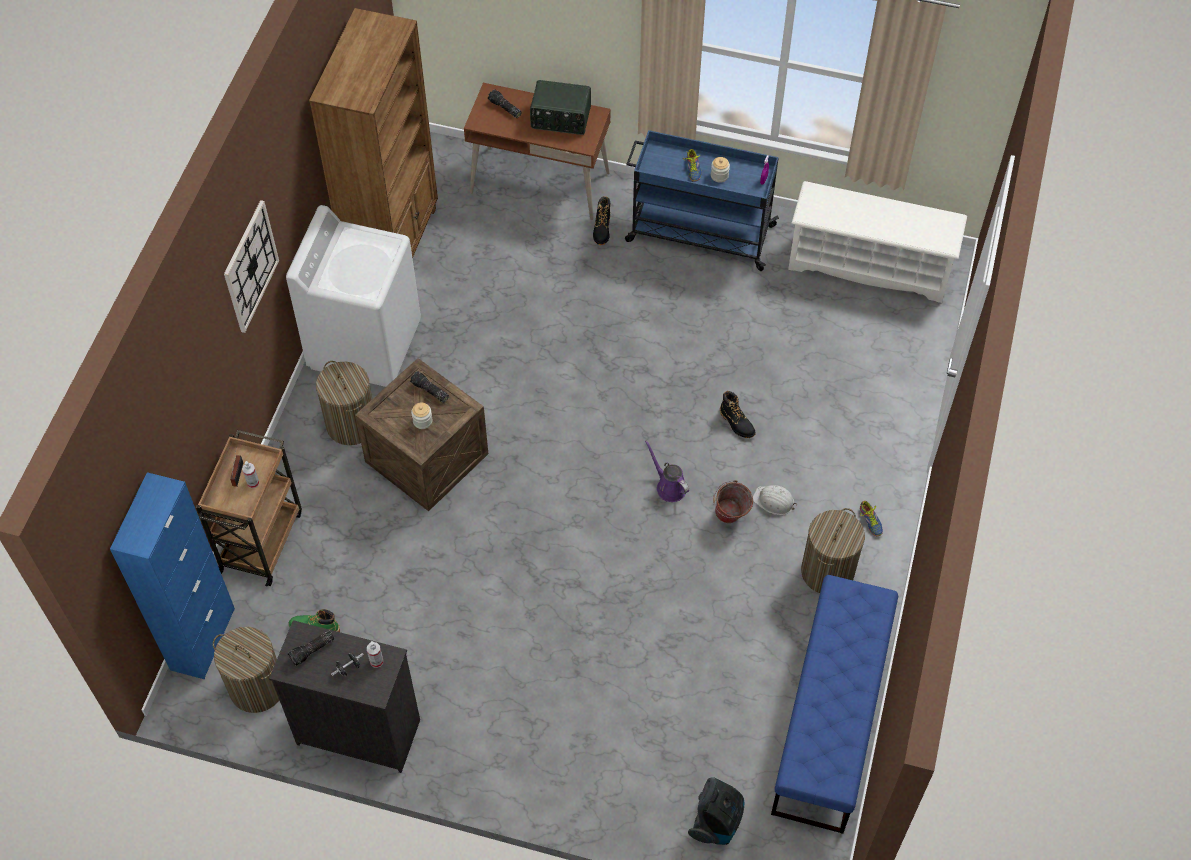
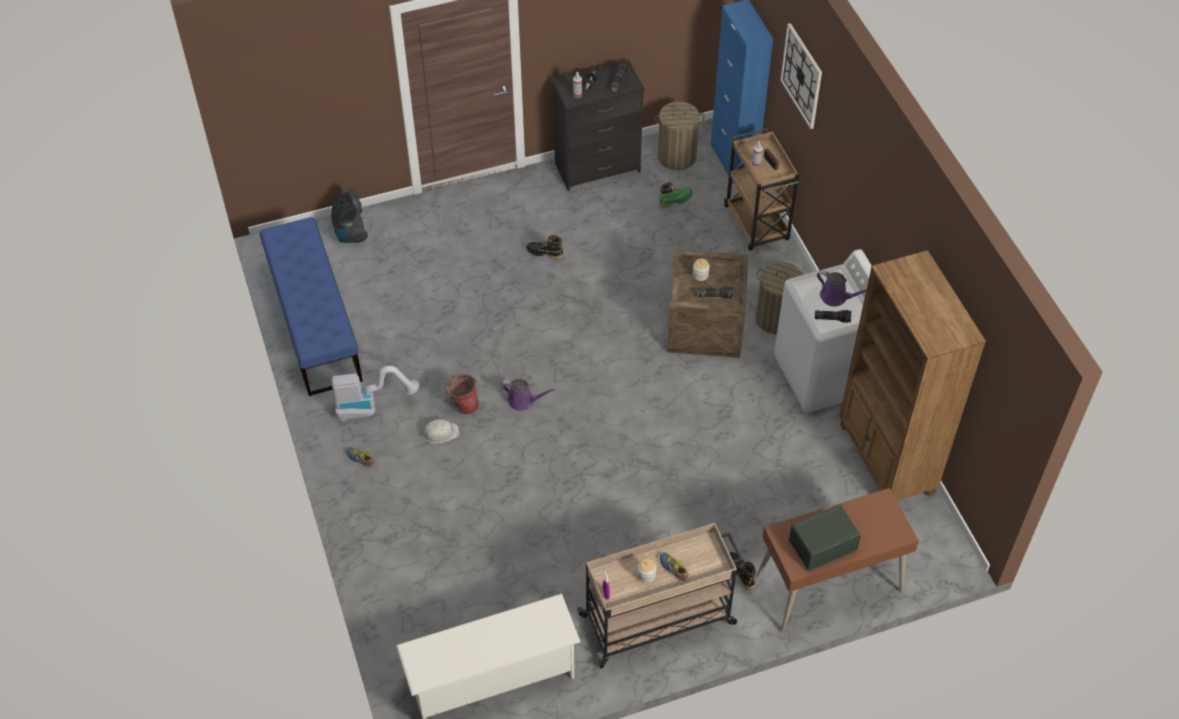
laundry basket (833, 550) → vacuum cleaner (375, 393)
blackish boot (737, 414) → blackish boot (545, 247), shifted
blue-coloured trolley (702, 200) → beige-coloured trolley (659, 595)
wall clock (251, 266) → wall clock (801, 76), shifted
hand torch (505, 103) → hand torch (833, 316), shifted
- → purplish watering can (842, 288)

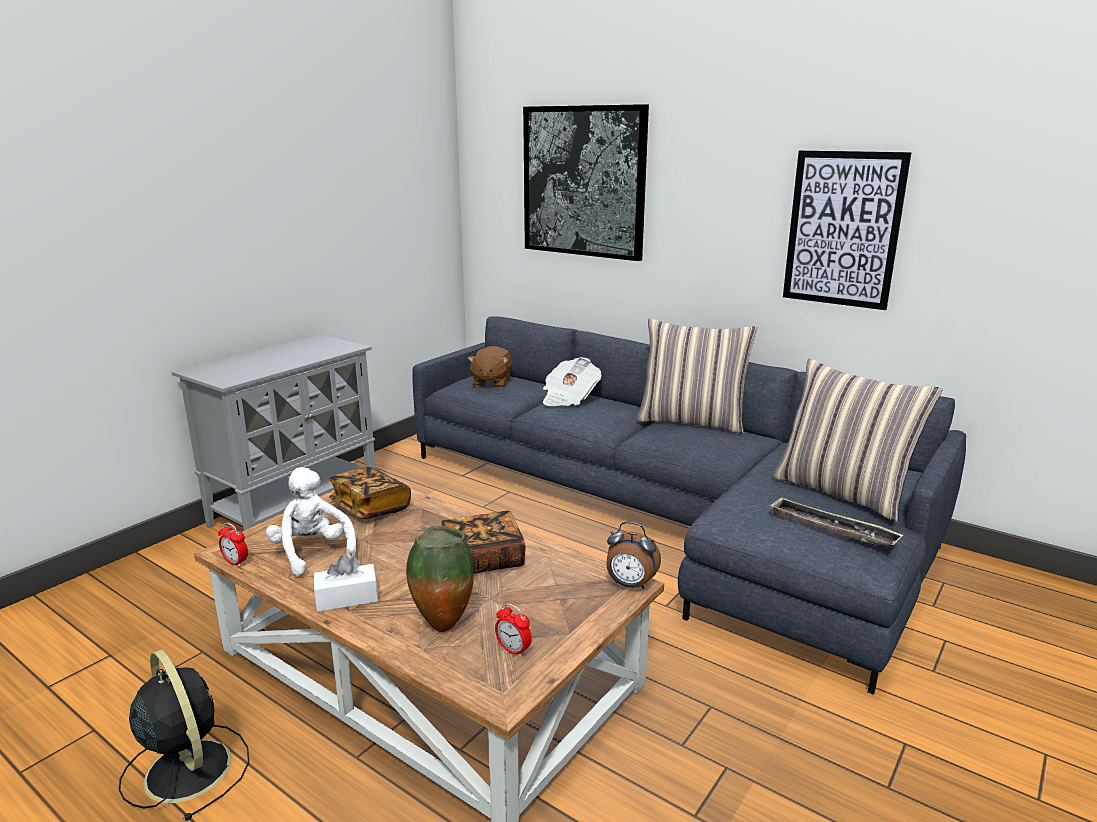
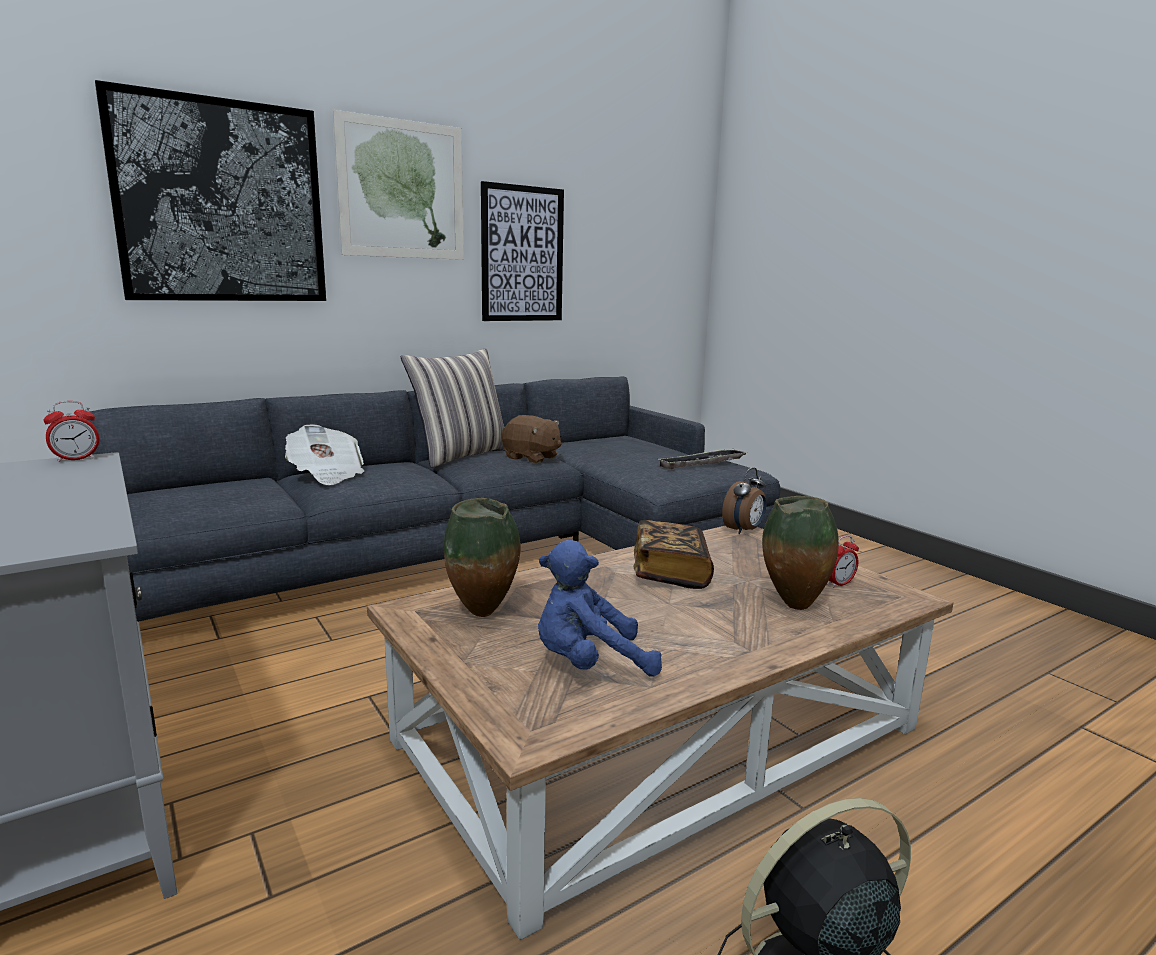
table clock (233, 545) → table clock (71, 431), shifted
- → picture (398, 185)
volume (370, 493) → flower vase (482, 557)
brown soft toy (490, 367) → brown soft toy (532, 439), shifted
whitish soft toy (311, 521) → blue-coloured soft toy (600, 608)
whitish box of tissues (346, 583) → -
throw pillow (857, 440) → -

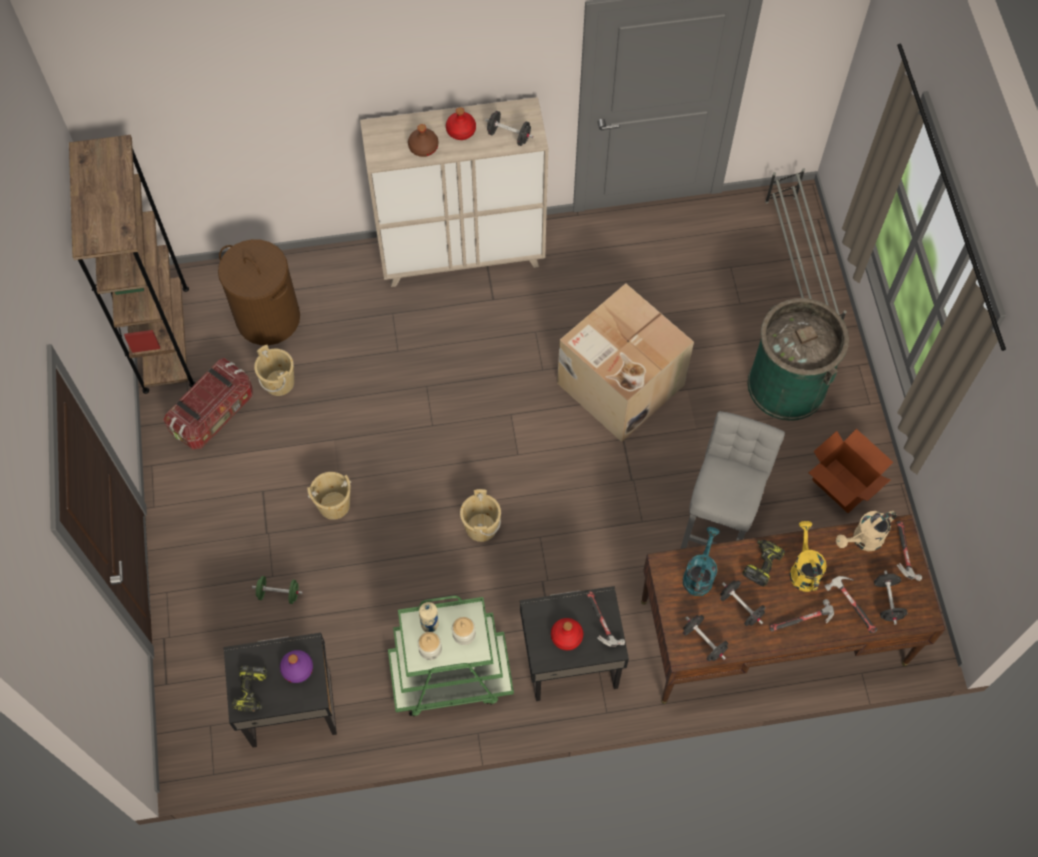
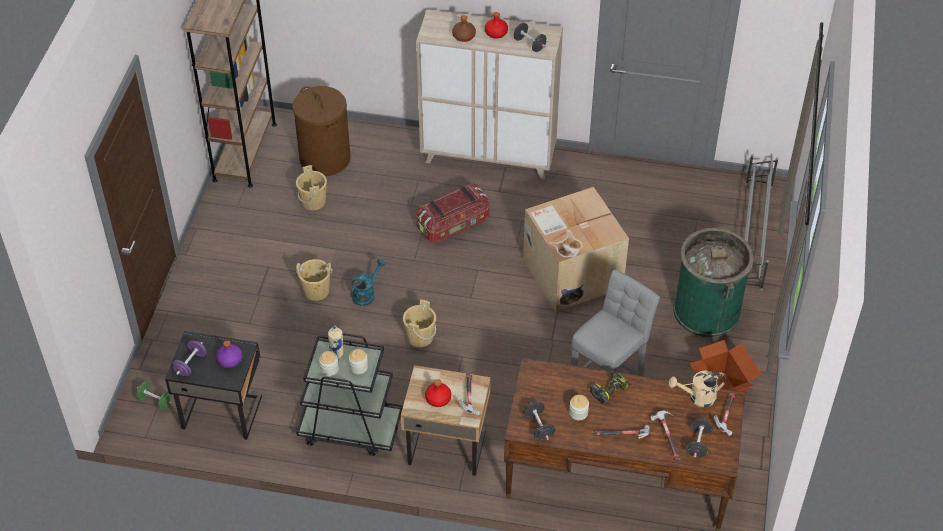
green free weight (277, 590) → green free weight (154, 395), shifted
electric drill (249, 688) → purplish free weight (189, 358)
green trolley (451, 656) → blackish trolley (349, 394)
turquoise watering can (701, 561) → turquoise watering can (368, 282), shifted
blackish bedside table (574, 643) → beige-coloured bedside table (446, 420)
storage box (208, 404) → storage box (452, 213), shifted
blackish free weight (742, 603) → preserve jar (579, 408)
yellowish watering can (808, 556) → -

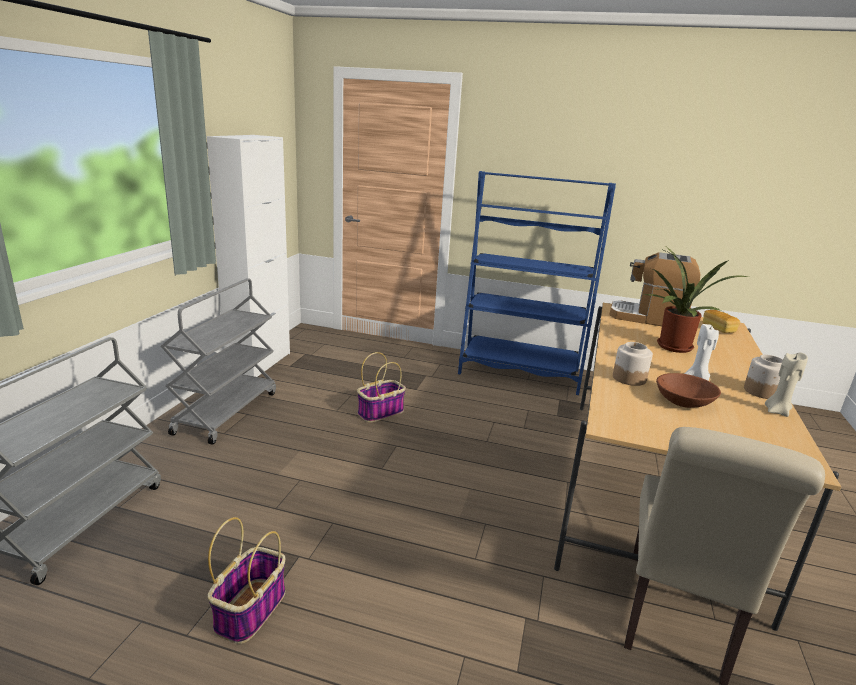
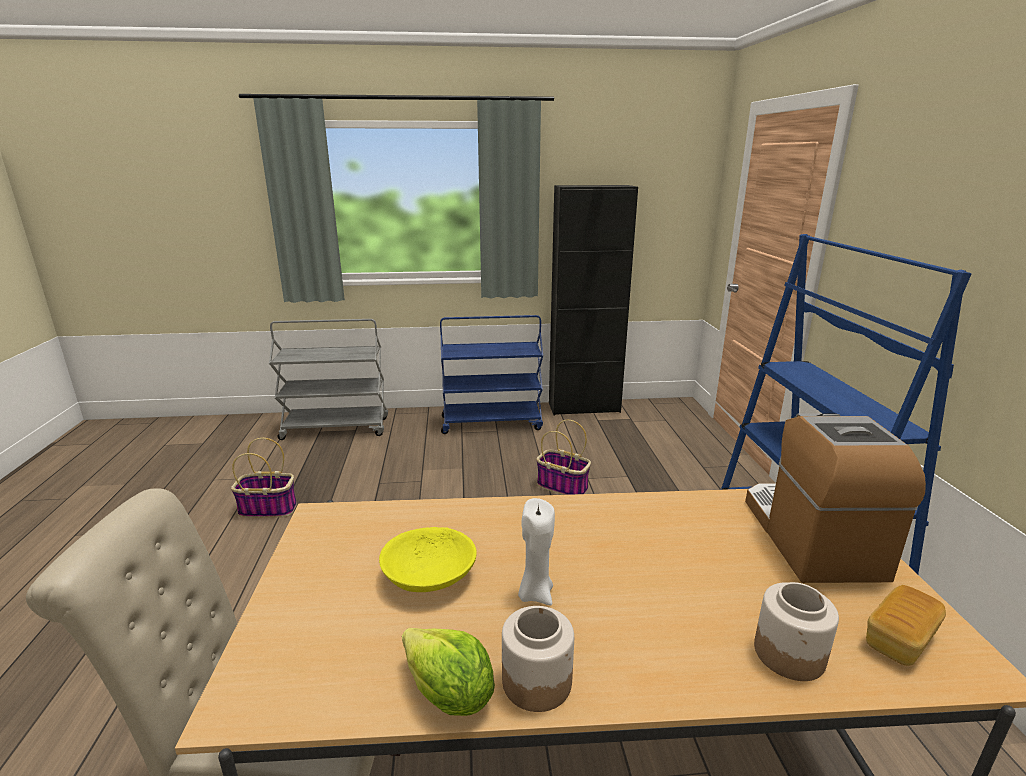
brown serving bowl (688, 390) → yellowish serving bowl (428, 559)
beige-coloured candle (786, 384) → lettuce head (448, 672)
grey trolley (218, 361) → blue-coloured trolley (491, 374)
whitish storage cabinet (248, 256) → blackish storage cabinet (593, 300)
preserve jar (633, 364) → preserve jar (796, 631), shifted
potted plant (697, 300) → -

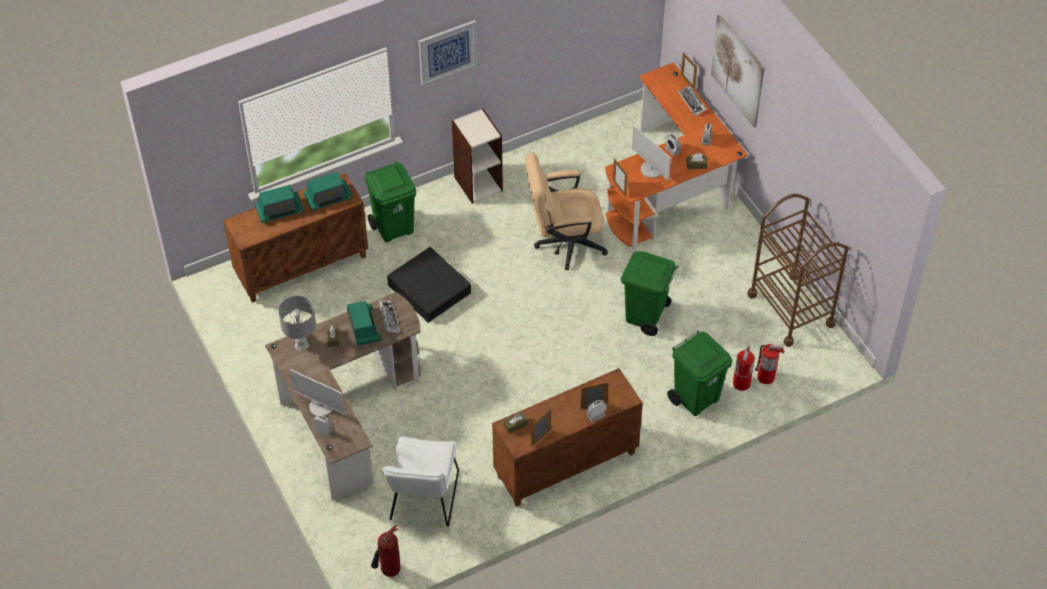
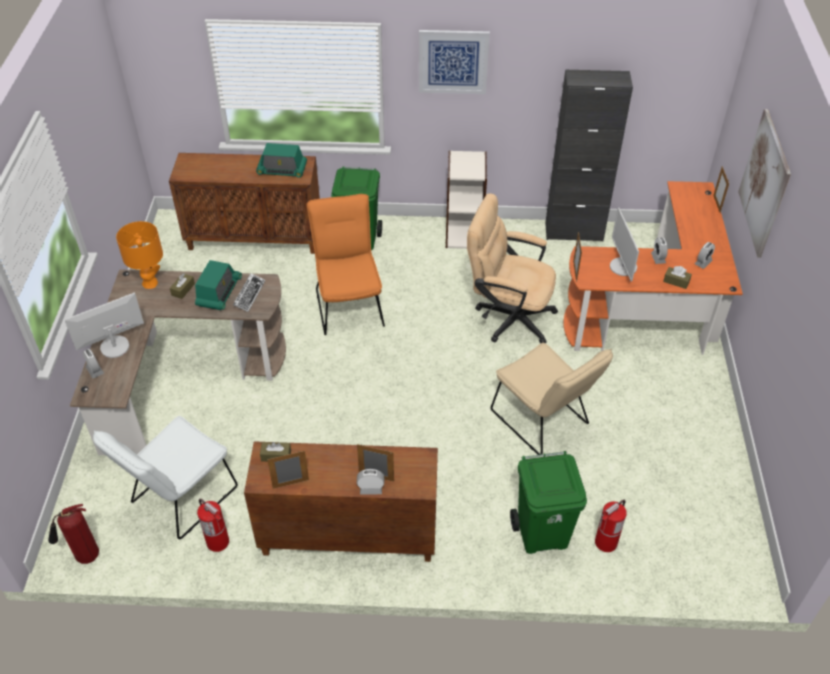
computer display (318, 392) → computer display (104, 325), 90 degrees clockwise
grey lamp for a table (297, 323) → orange-coloured lamp for a table (139, 255)
extinguisher (769, 364) → extinguisher (213, 525), shifted
blackish storage box (429, 285) → orange-coloured chair (345, 264)
green rubbish bin (649, 293) → beige-coloured chair (552, 399)
- → blackish storage cabinet (589, 156)
radio receiver (279, 204) → -
keyboard (692, 101) → -
brown trolley (798, 270) → -

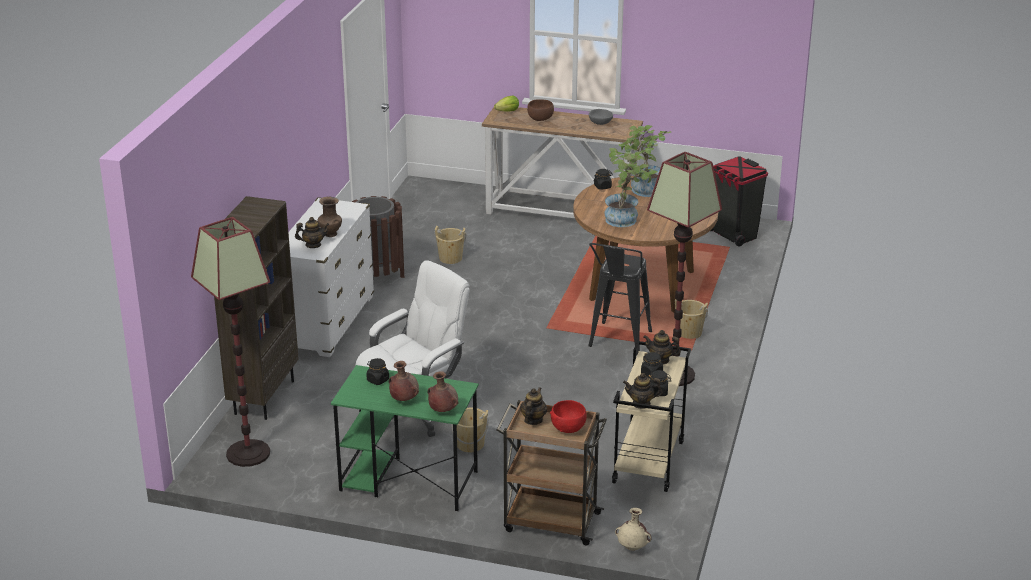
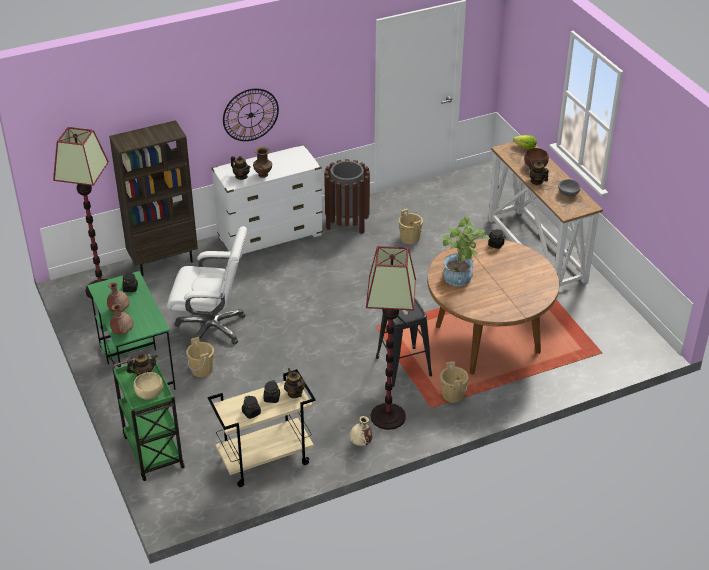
brown trolley (551, 473) → green trolley (148, 417)
red serving bowl (568, 416) → beige-coloured serving bowl (148, 386)
- → wall clock (251, 114)
beige-coloured flower vase (633, 529) → beige-coloured flower vase (361, 431), shifted
pot for tea (642, 391) → pot for tea (539, 172), shifted
potted plant (644, 161) → -
blackish rubbish bin (739, 201) → -

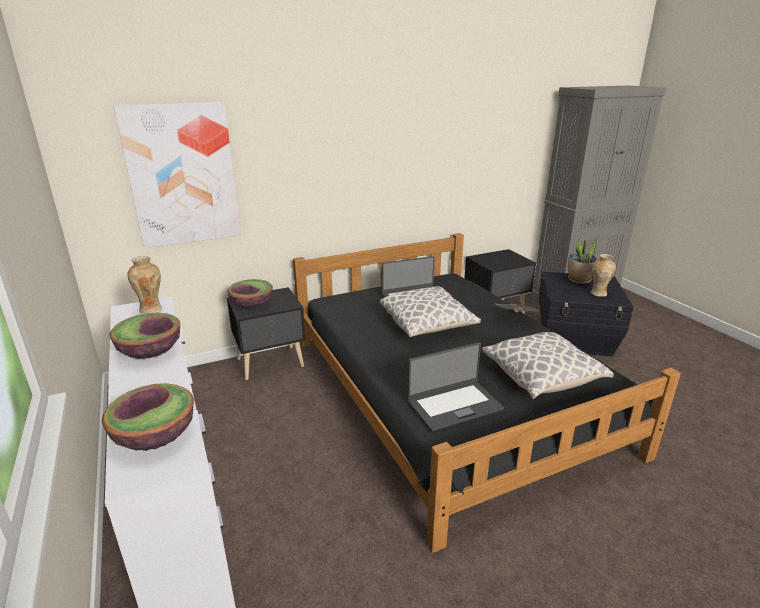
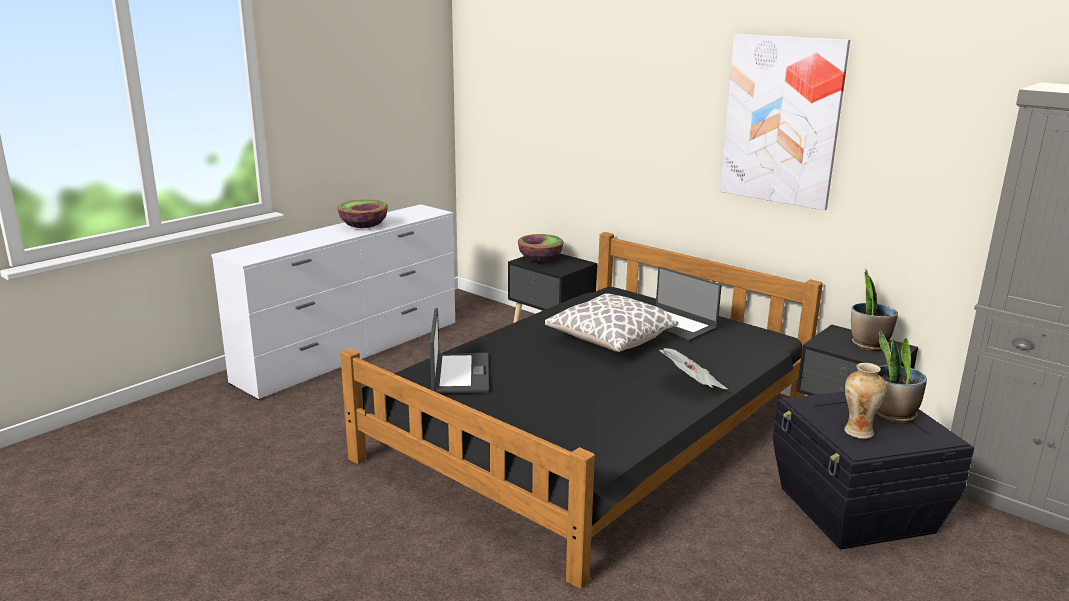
notebook computer (455, 386) → notebook computer (459, 351), 135 degrees counterclockwise
picture (177, 175) → picture (785, 122), shifted
- → potted plant (874, 310)
serving bowl (148, 417) → -
flower vase (145, 285) → -
throw pillow (548, 365) → -

